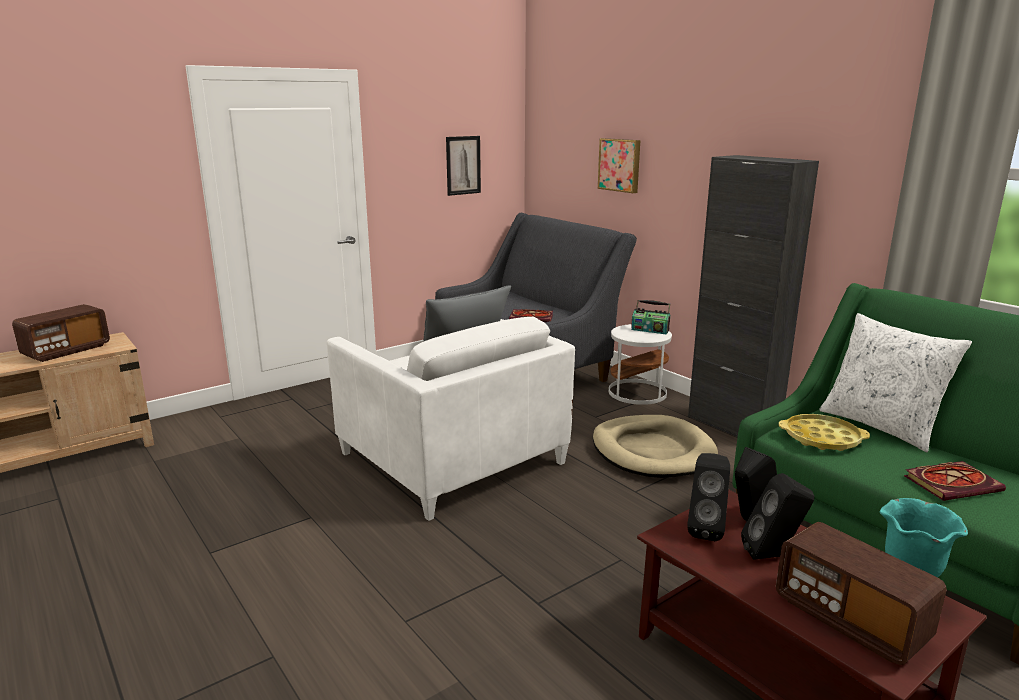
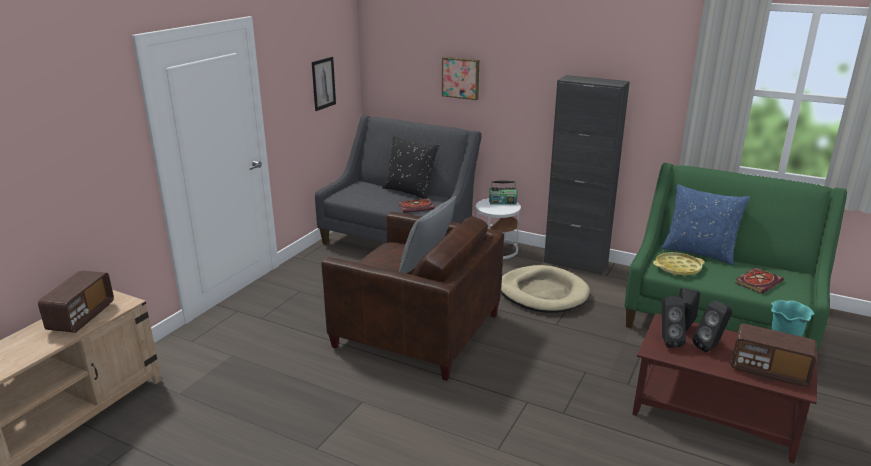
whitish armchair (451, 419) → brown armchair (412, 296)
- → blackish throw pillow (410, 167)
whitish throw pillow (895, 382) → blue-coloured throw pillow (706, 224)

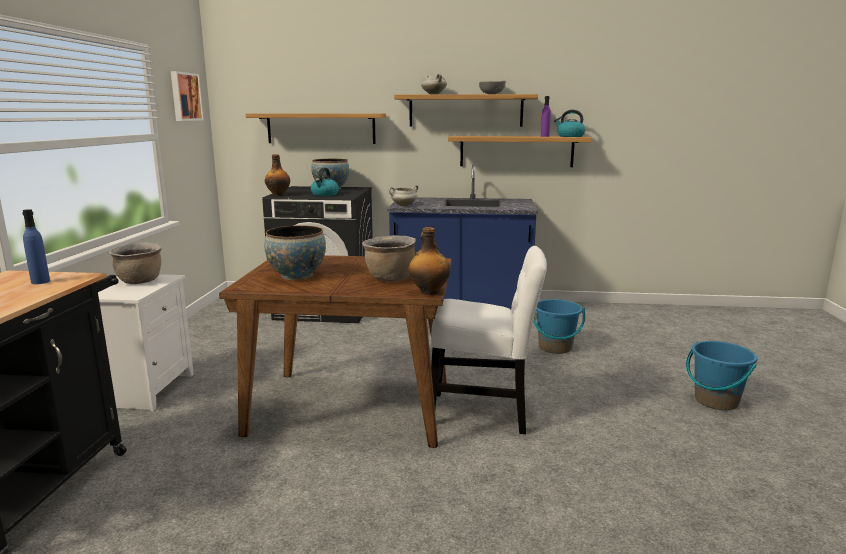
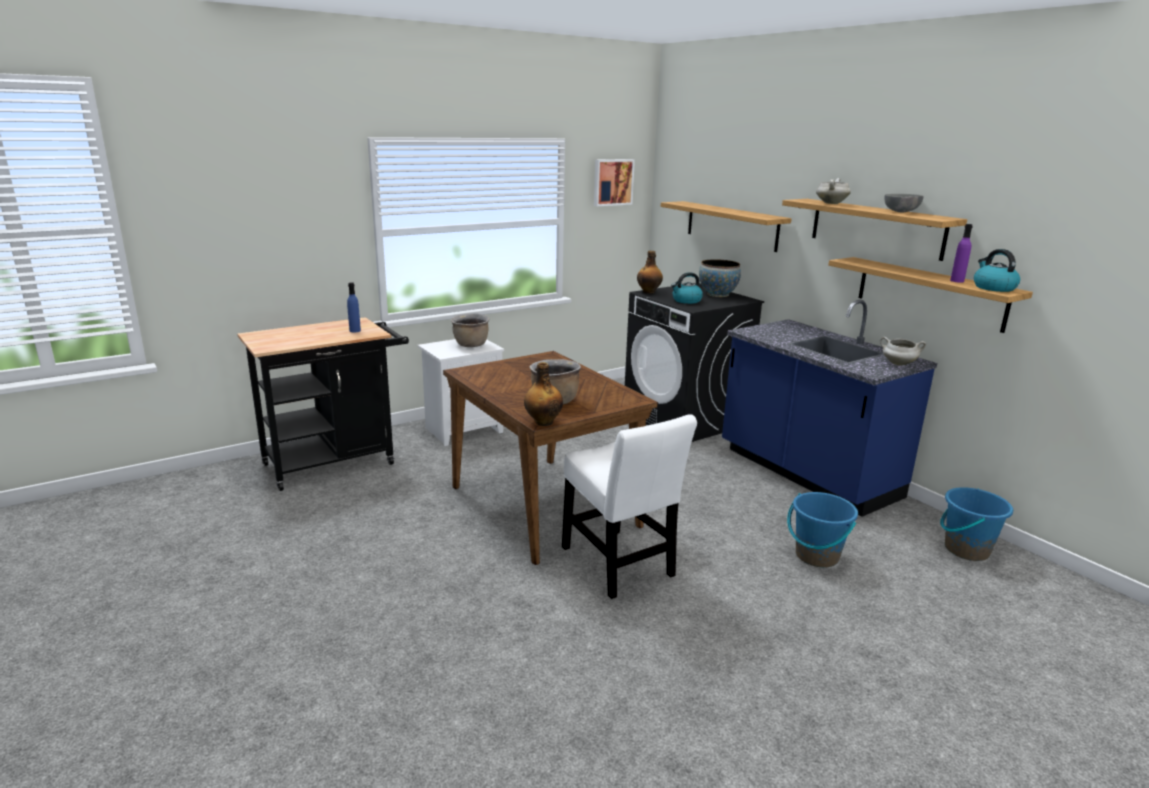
whitish saucepot (403, 195) → whitish saucepot (903, 351), shifted
blue-coloured bucket (721, 375) → blue-coloured bucket (976, 524), shifted
serving bowl (295, 253) → -

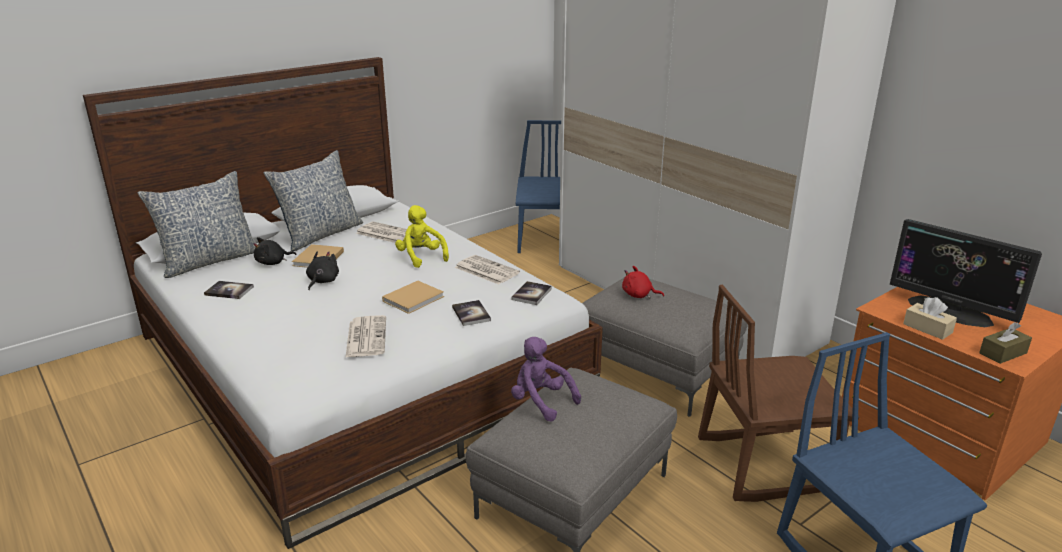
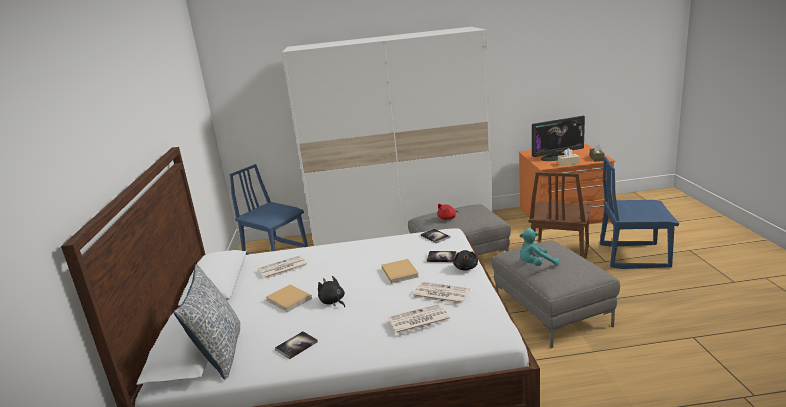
newspaper (487, 270) → newspaper (419, 319), shifted
blackish soft toy (274, 251) → blackish soft toy (465, 260), shifted
purplish soft toy (546, 379) → turquoise soft toy (540, 247)
throw pillow (313, 200) → -
yellowish soft toy (422, 236) → -

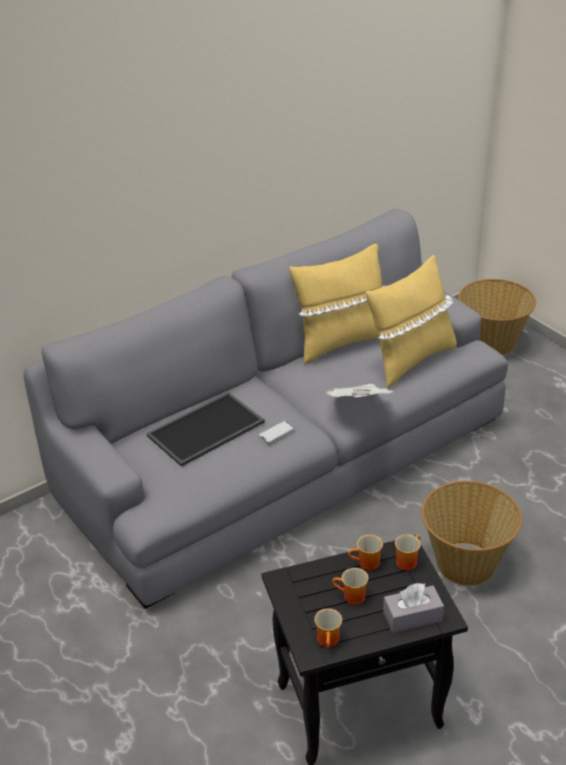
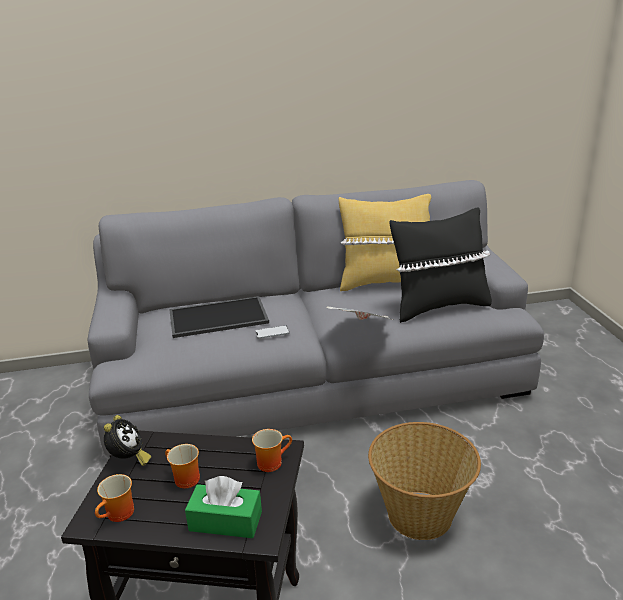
- → table clock (127, 440)
grey box of tissues (413, 608) → green box of tissues (223, 507)
yellowish throw pillow (411, 321) → blackish throw pillow (440, 265)
tea mug (365, 552) → -
storage basket (497, 317) → -

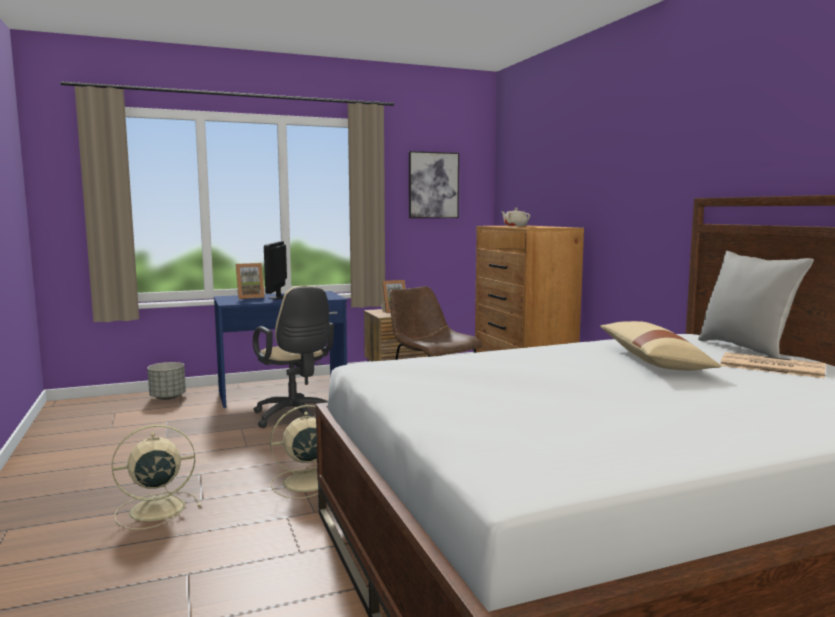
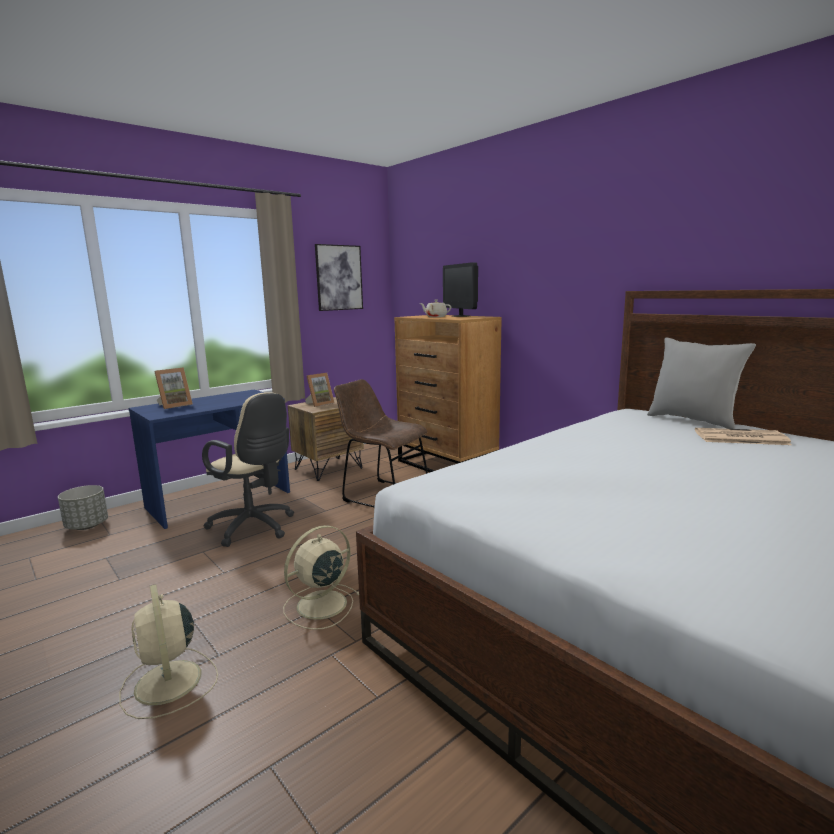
beige-coloured electric fan (156, 477) → beige-coloured electric fan (168, 651), 75 degrees counterclockwise
computer display (275, 270) → computer display (460, 289), shifted
beige-coloured throw pillow (660, 345) → -

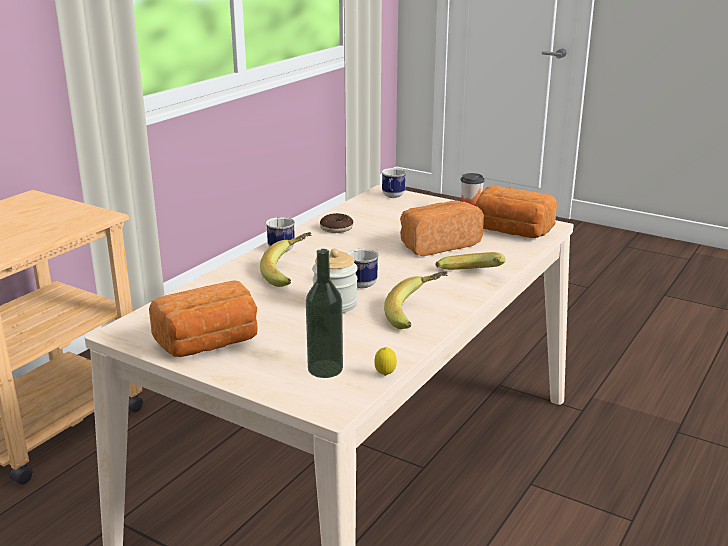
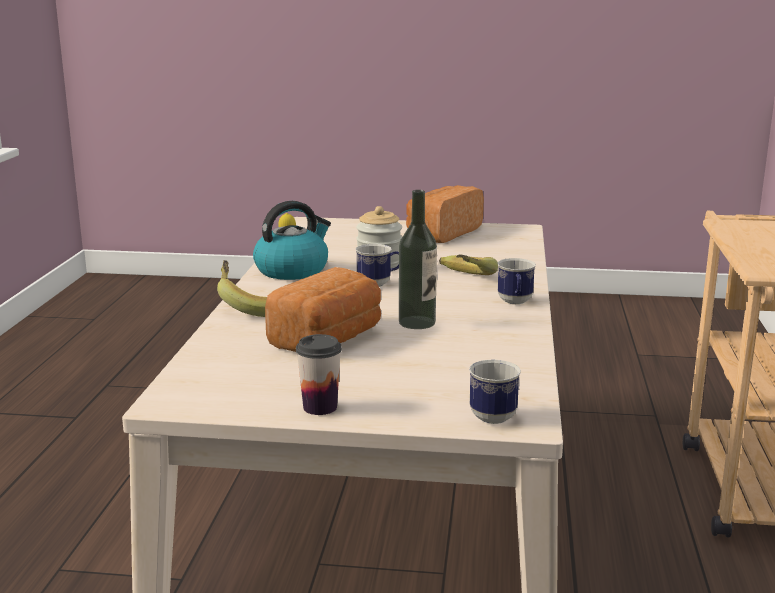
banana (415, 300) → water kettle (292, 240)
drink bottle (324, 313) → drink bottle (418, 259), shifted
ring doughnut (336, 223) → -
bread (516, 212) → -

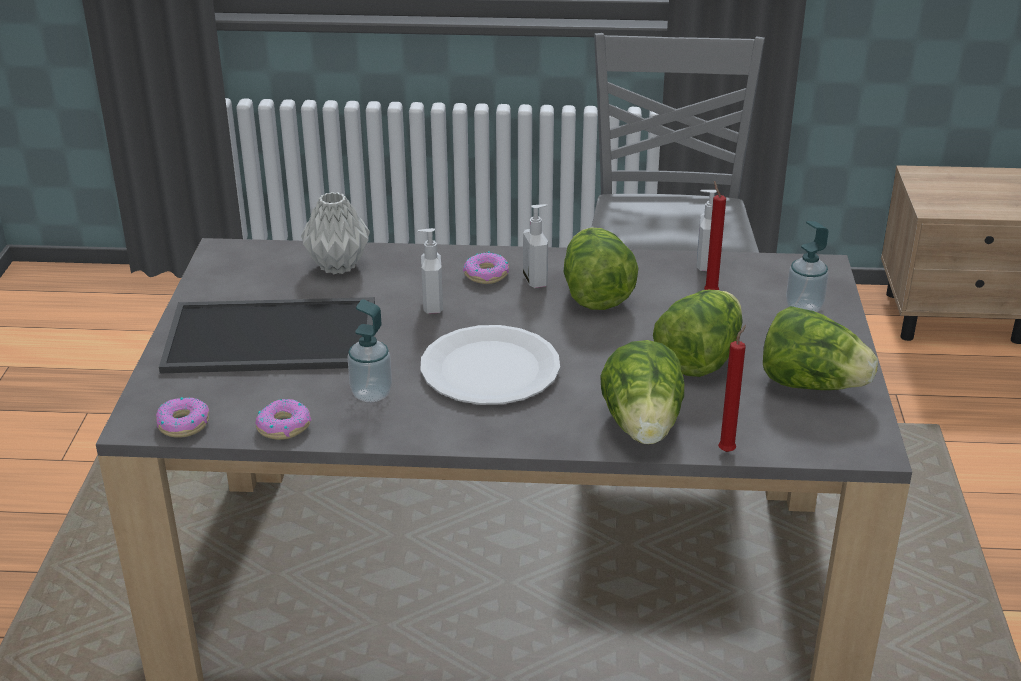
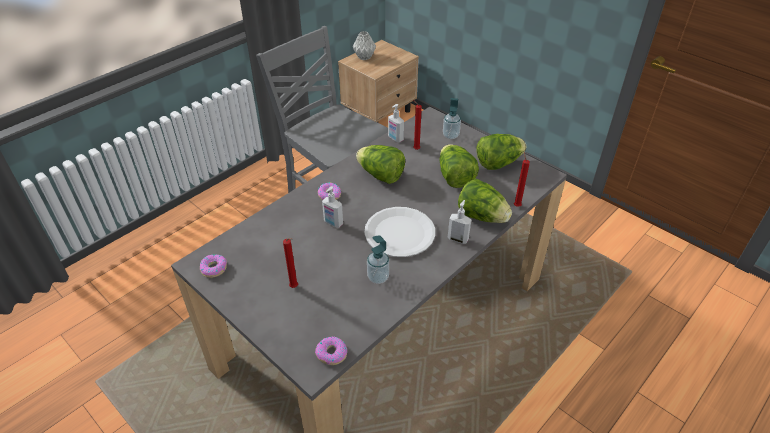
ring doughnut (283, 419) → ring doughnut (213, 266), shifted
tray (267, 335) → red candle (290, 263)
grey flower vase (335, 233) → grey flower vase (364, 45), shifted
liquid soap bottle (535, 246) → liquid soap bottle (459, 222), shifted

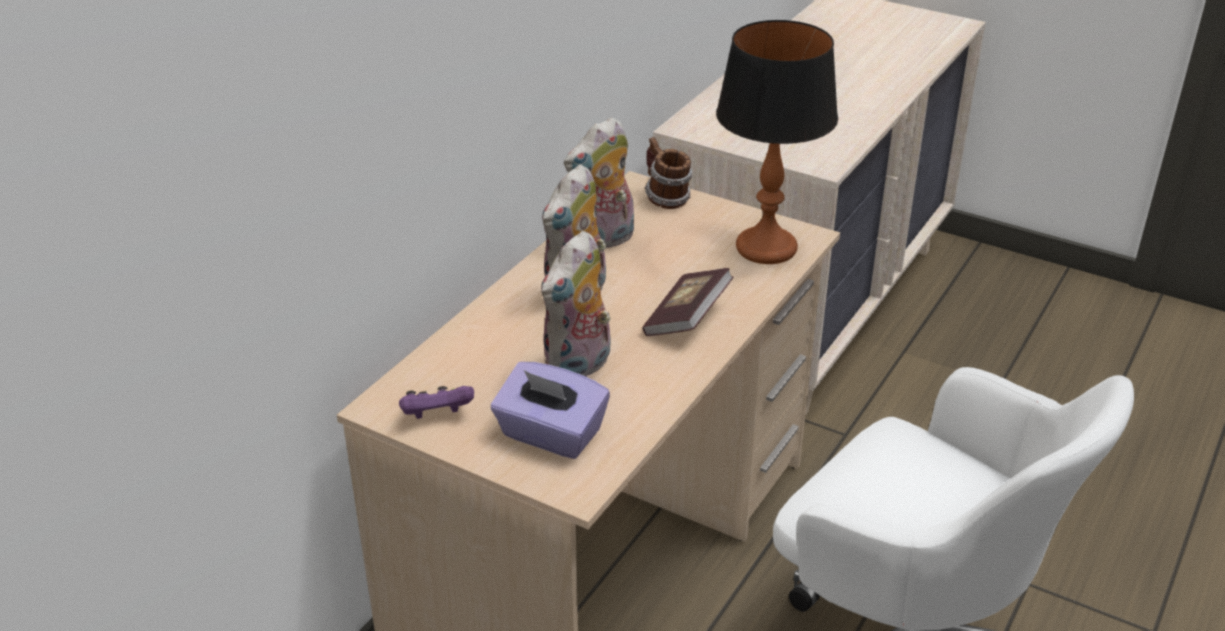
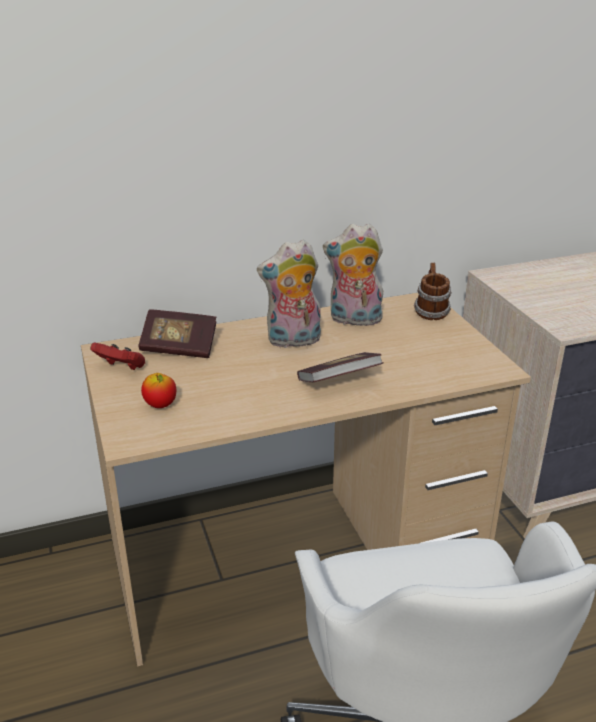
purplish gamepad (436, 402) → red gamepad (117, 356)
- → volume (177, 333)
purplish box of tissues (550, 410) → whole apple (158, 390)
soft toy (576, 304) → -
lamp for a table (777, 142) → -

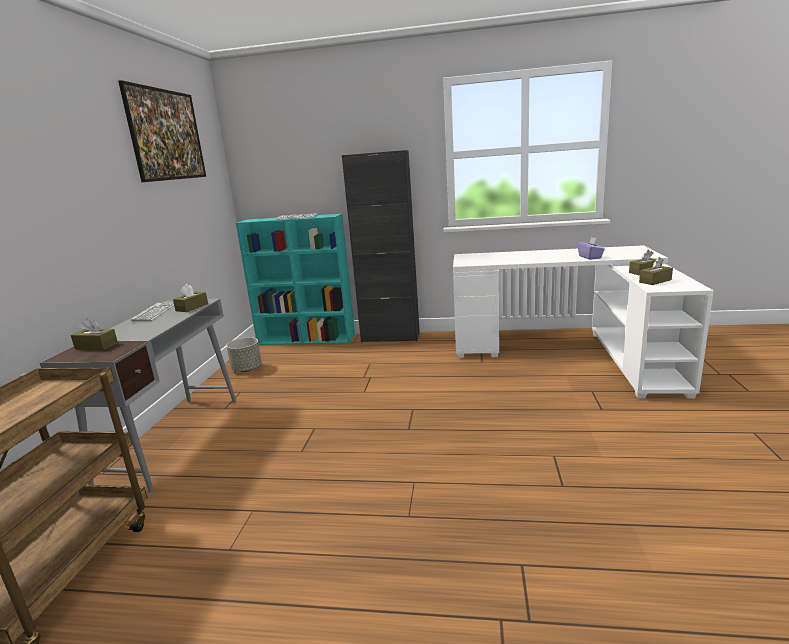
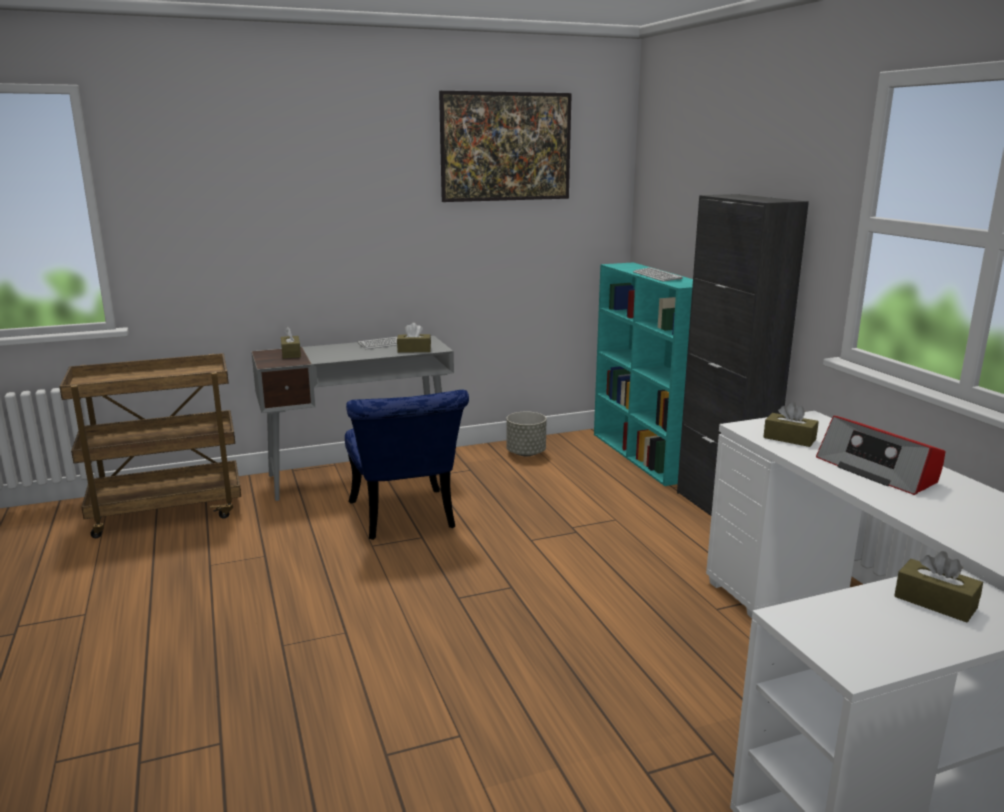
- → blue-coloured chair (407, 465)
brown box of tissues (656, 271) → brown box of tissues (791, 424), shifted
- → radio receiver (881, 455)
purplish box of tissues (591, 248) → -

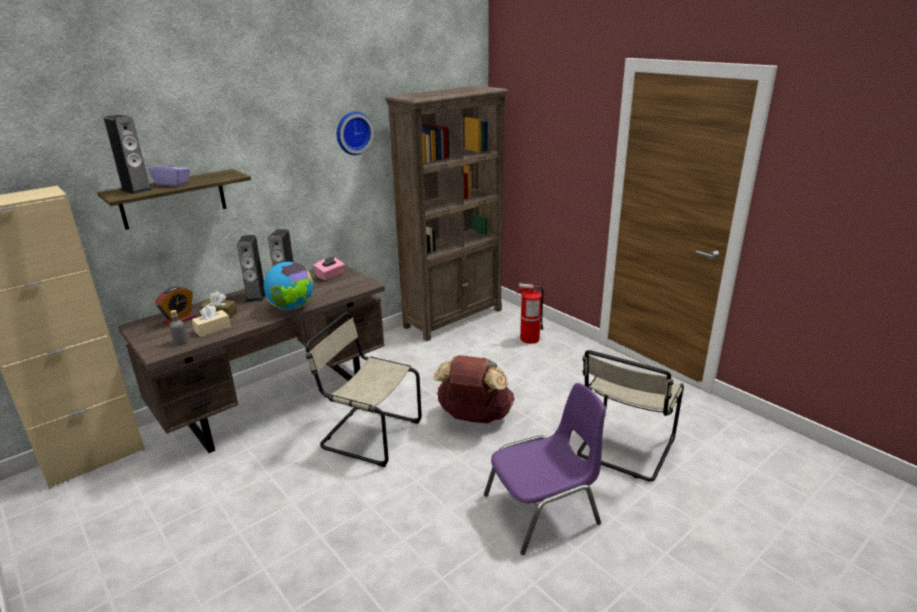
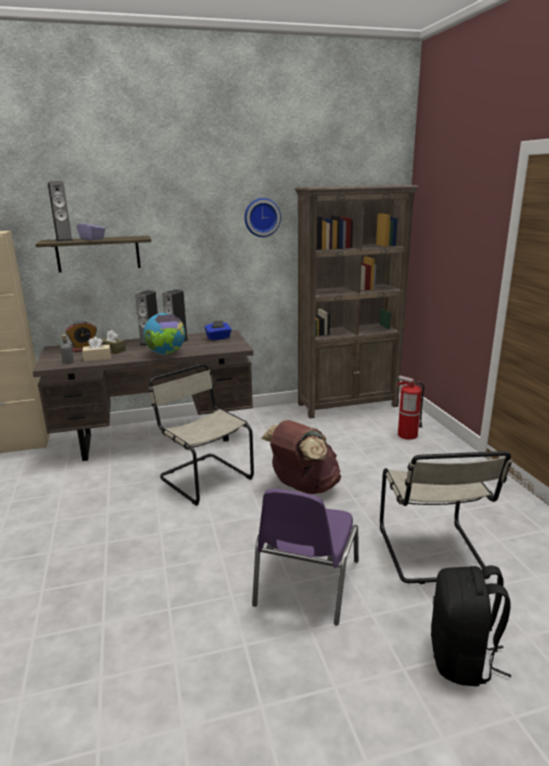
pinkish box of tissues (329, 268) → blue-coloured box of tissues (218, 330)
purplish chair (545, 469) → purplish chair (305, 557), 105 degrees clockwise
beige-coloured chair (630, 415) → beige-coloured chair (446, 517), 60 degrees counterclockwise
- → blackish backpack (471, 625)

